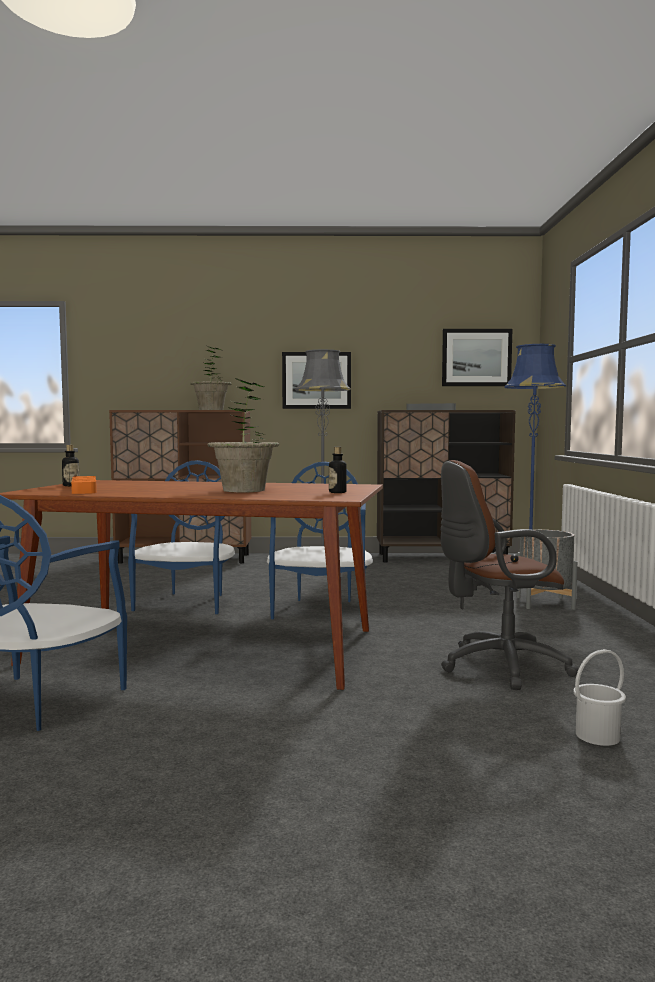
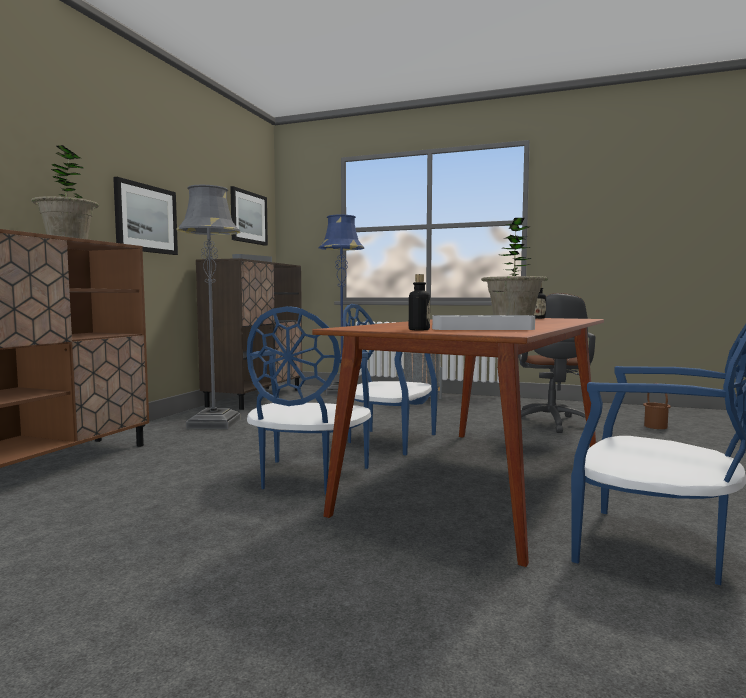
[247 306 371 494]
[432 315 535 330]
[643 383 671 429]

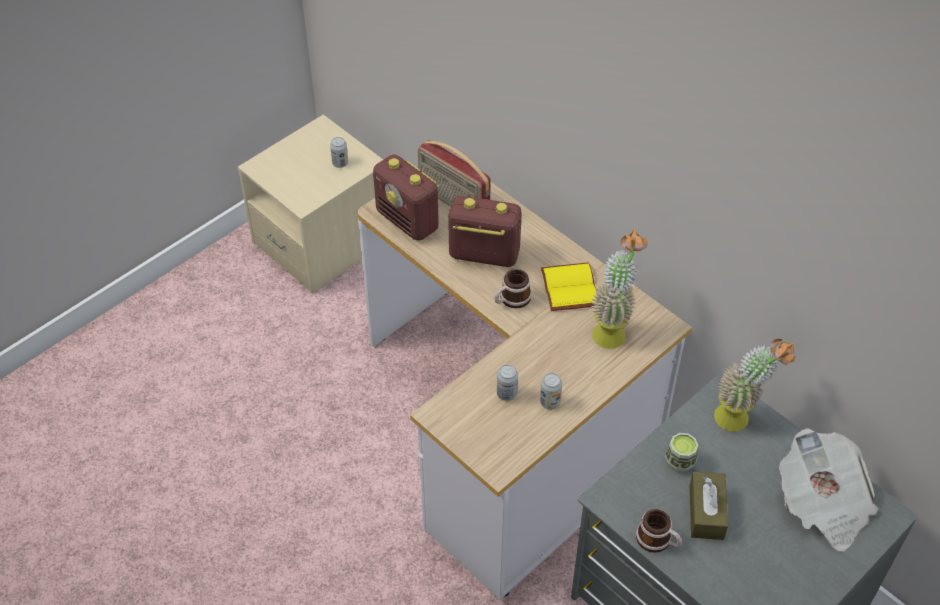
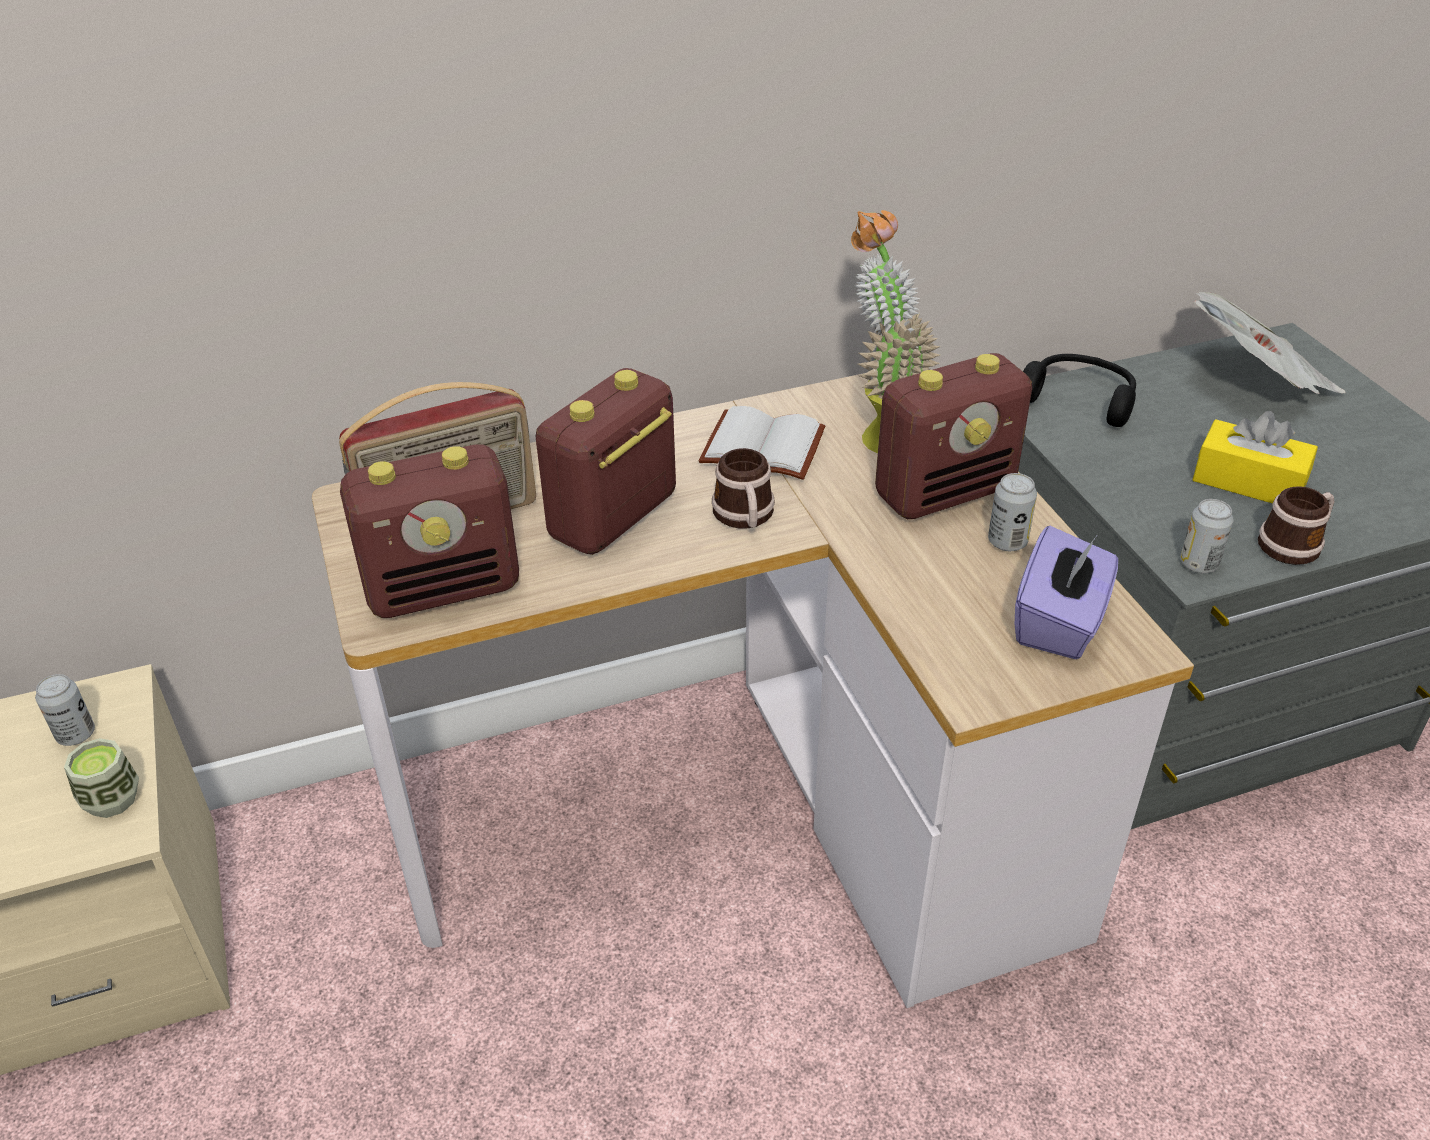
[698 406 825 480]
[1023 354 1136 427]
[1180 499 1234 573]
[64 738 139 818]
[1193 411 1318 504]
[875 353 1032 519]
[1015 526 1118 659]

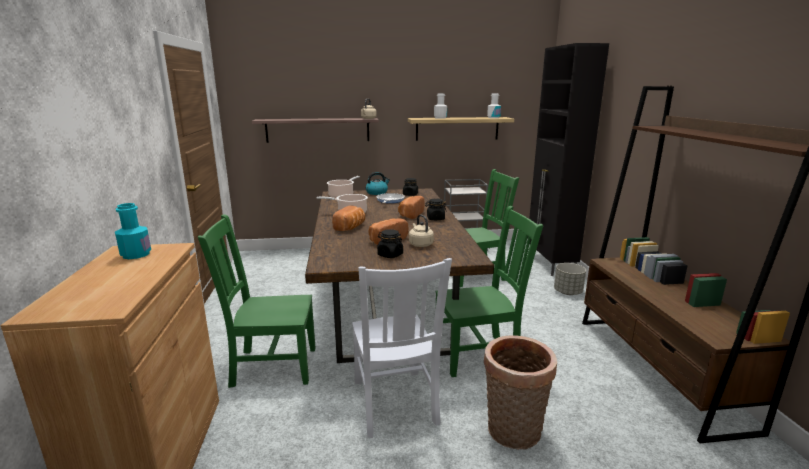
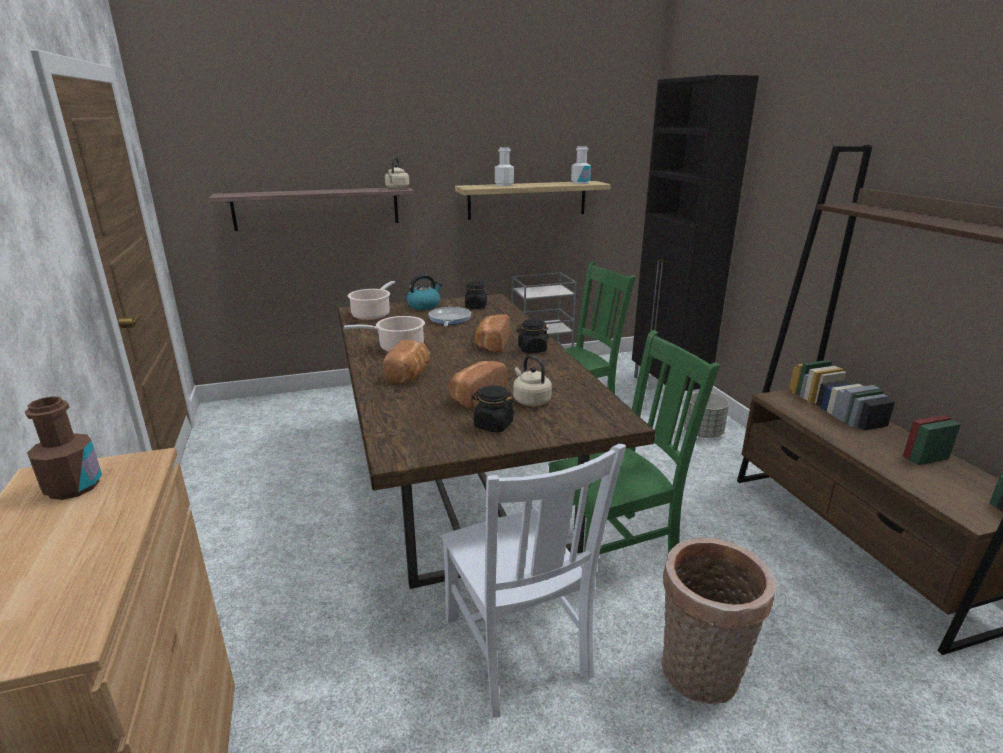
[25 396 102 500]
[198 214 316 388] (first image)

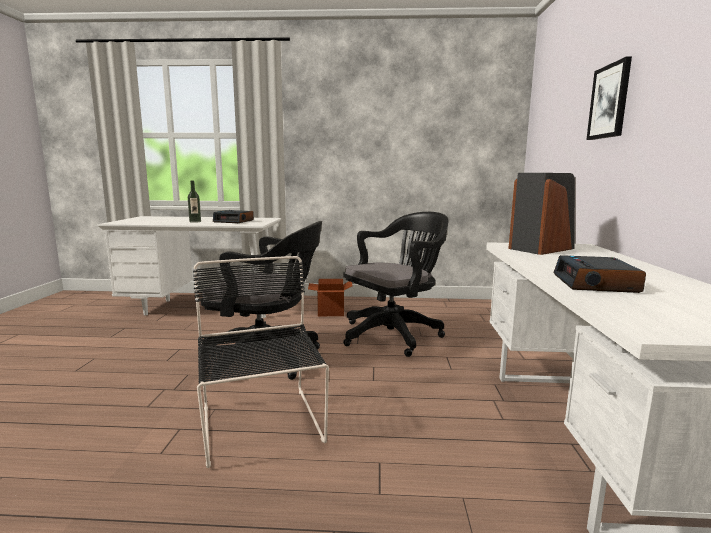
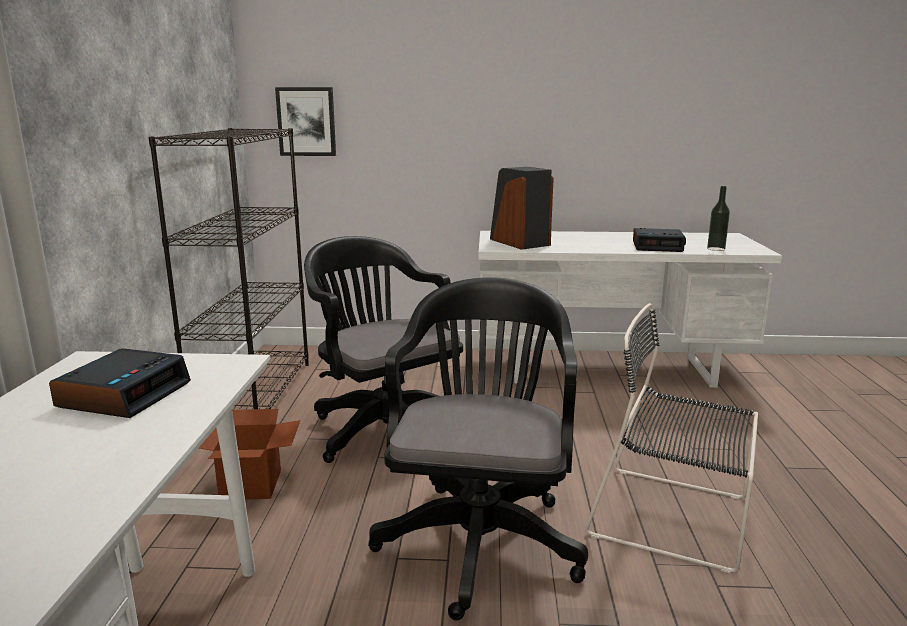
[275 87 336 156]
[707 186 730 251]
[585 303 758 573]
[149 128 309 410]

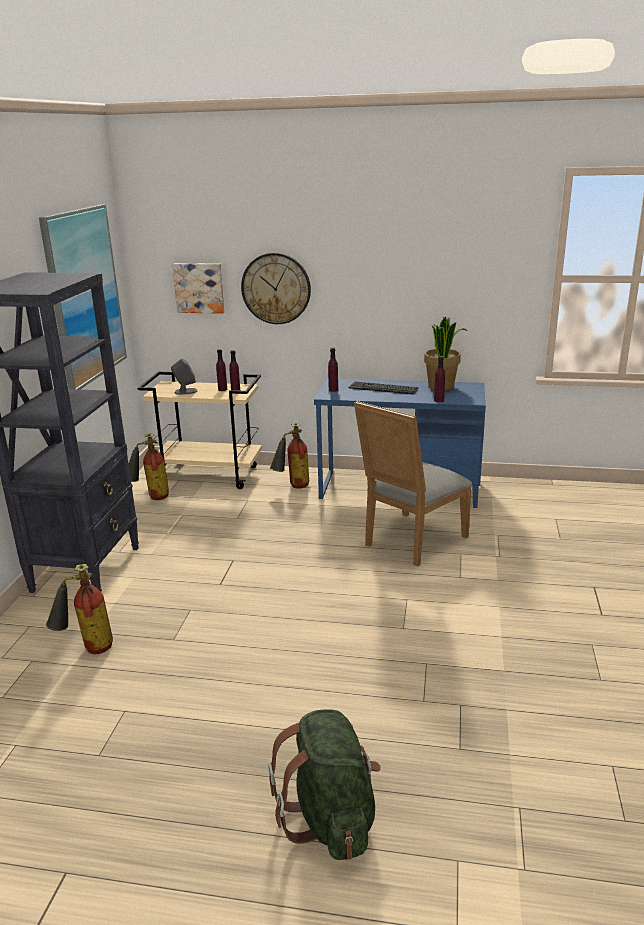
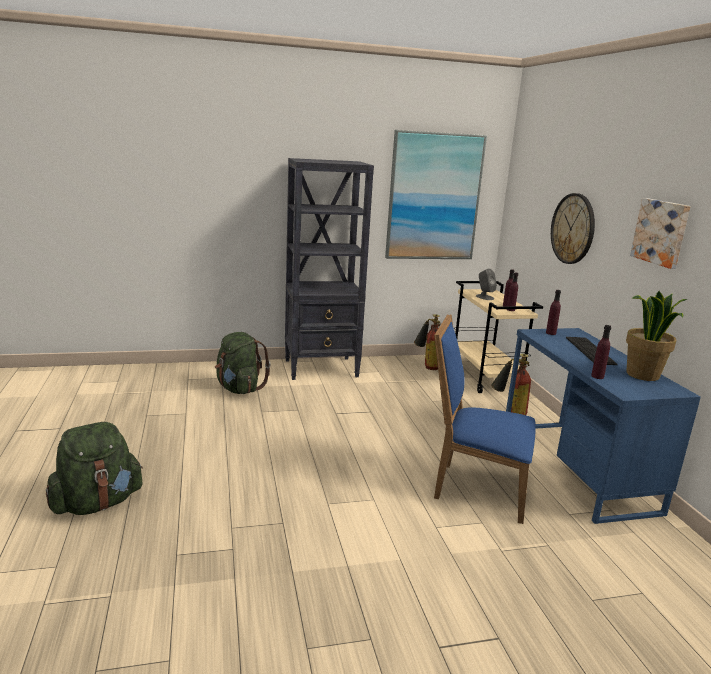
[630 198 691 269]
[434 314 536 524]
[215 332 270 394]

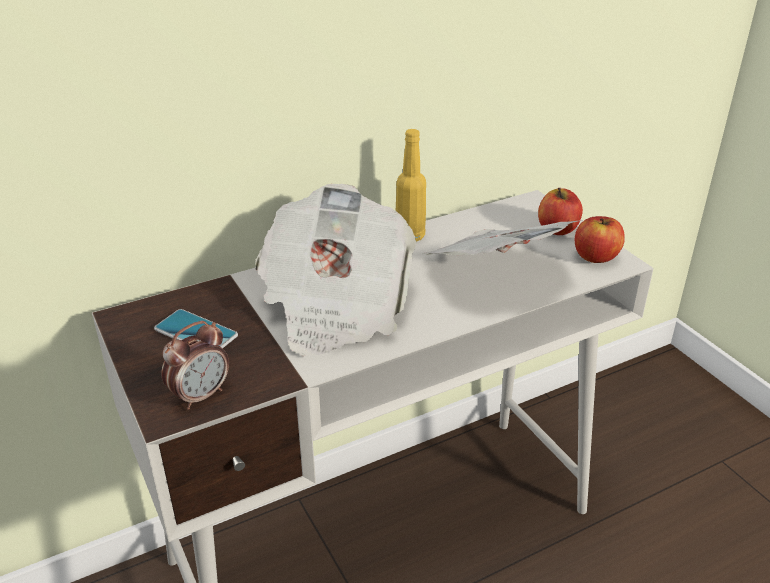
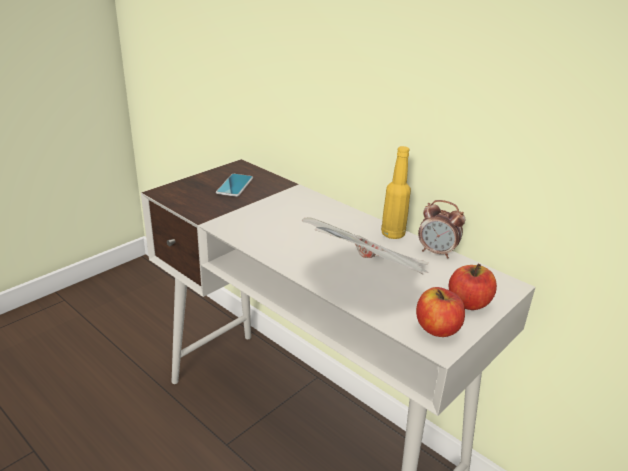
[255 184 416 356] (first image)
[418 200 465 259]

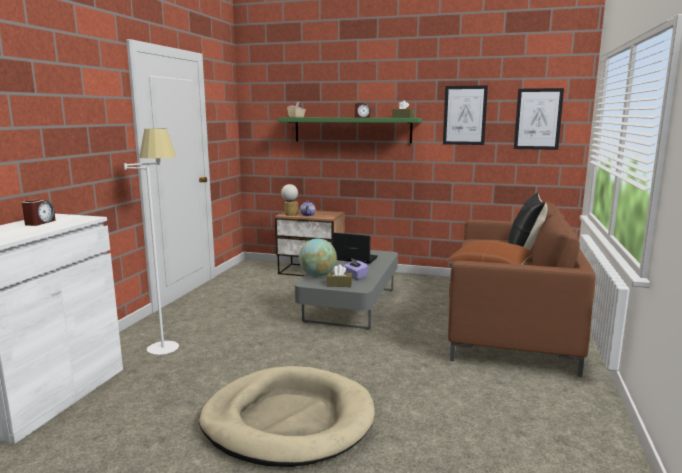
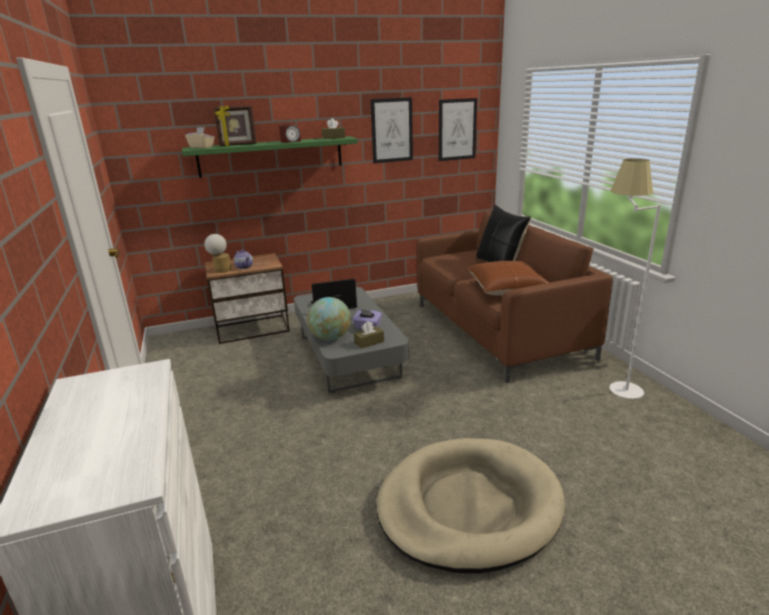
[610 158 661 399]
[22 199 56 226] (first image)
[214 105 256 146]

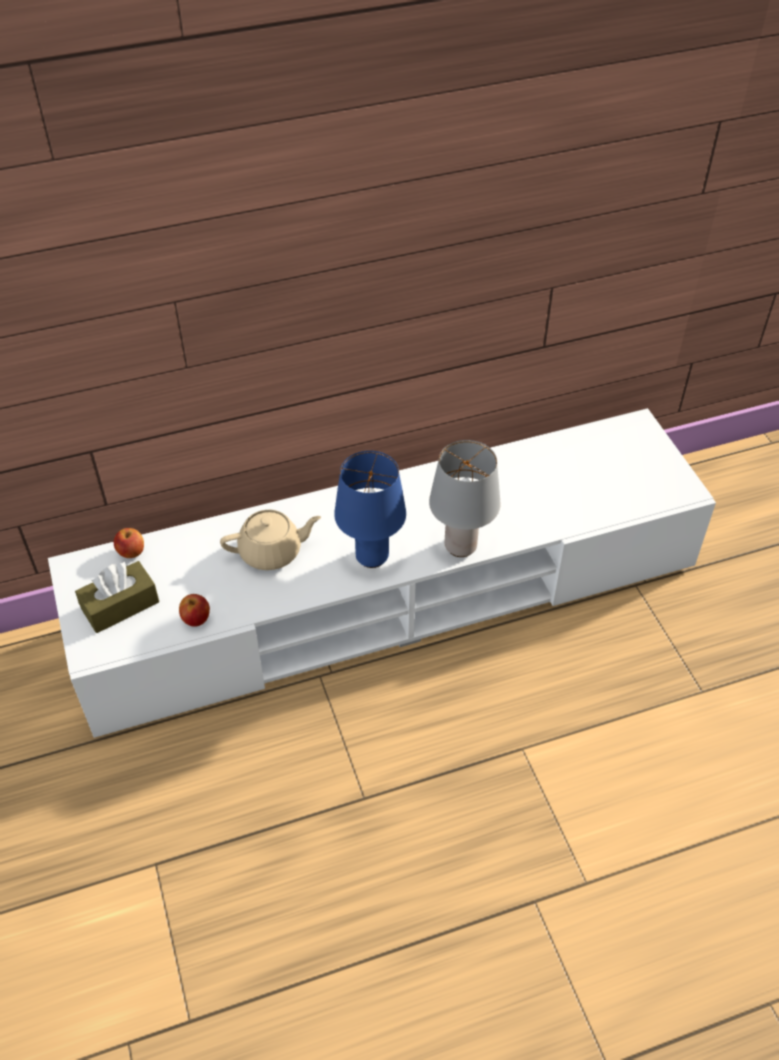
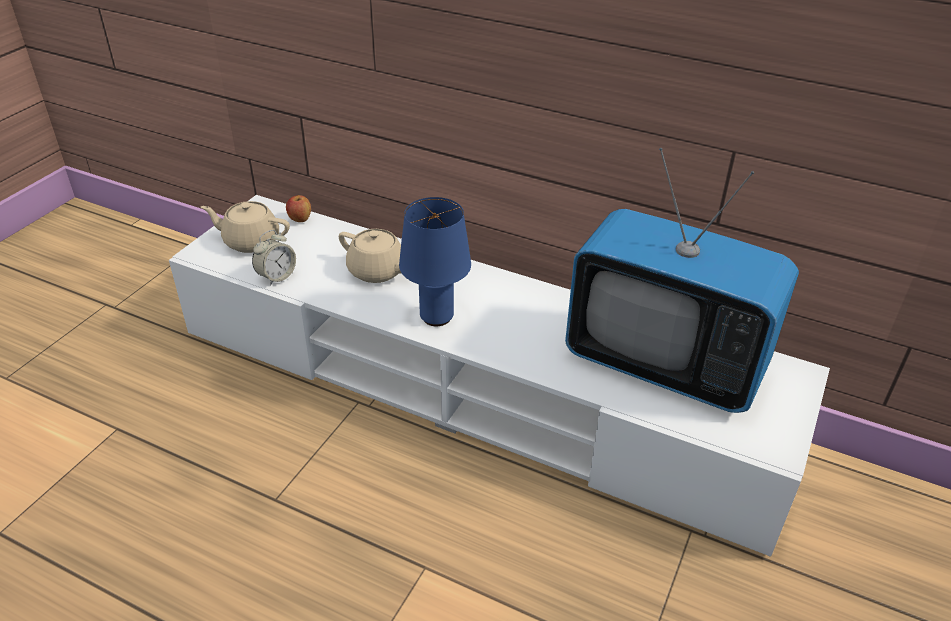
[429 440 501 557] (first image)
[201 201 290 253]
[252 230 296 286]
[565 148 799 413]

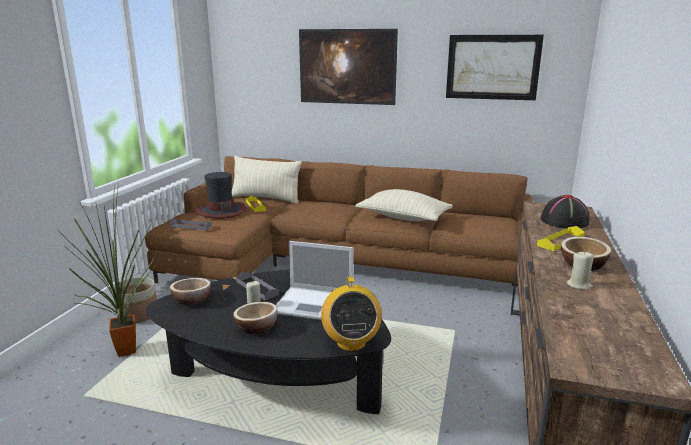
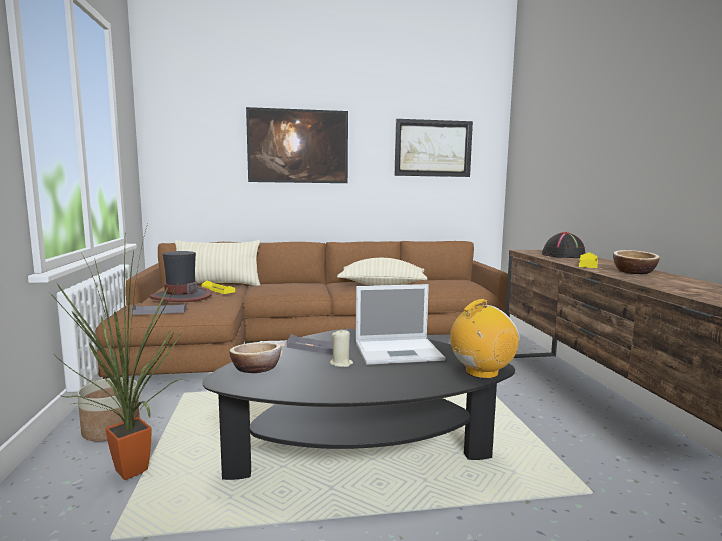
[567 252 594 290] (first image)
[450 299 519 379]
[233 302 278 334] (first image)

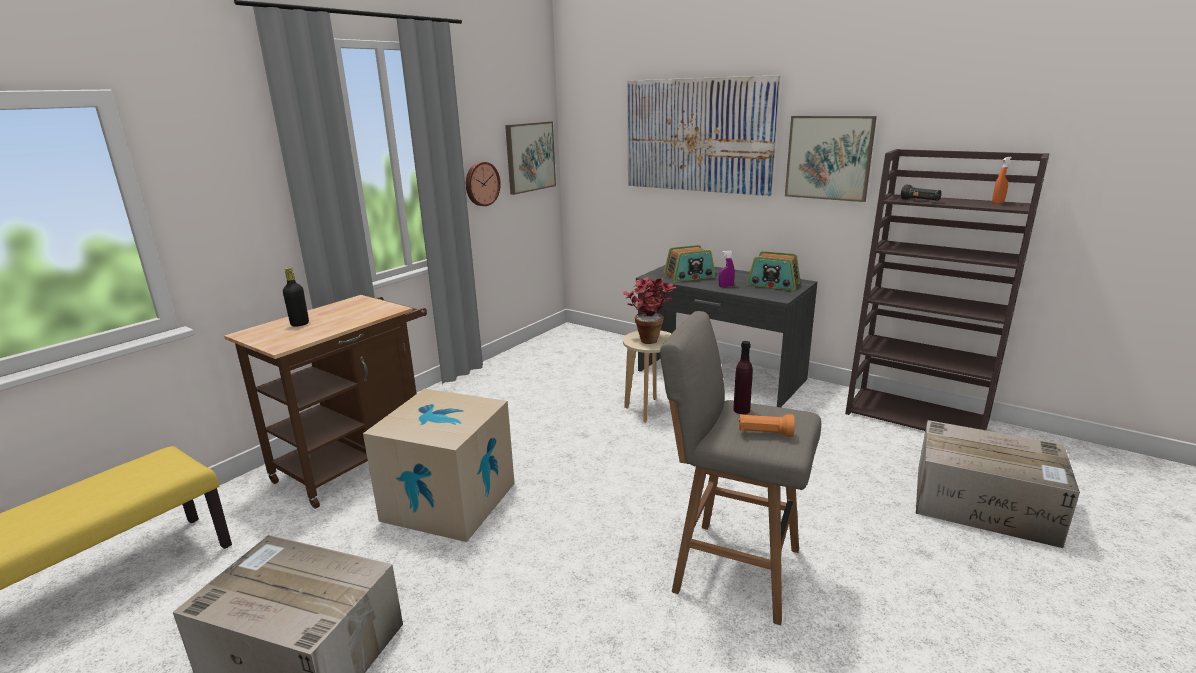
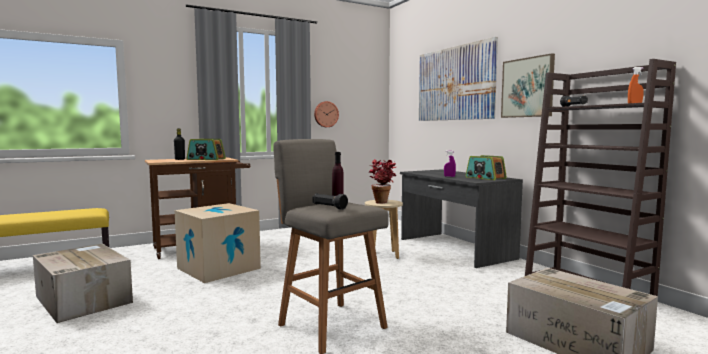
[505 121 556 195] (first image)
[187 139 226 160]
[313 193 348 210]

